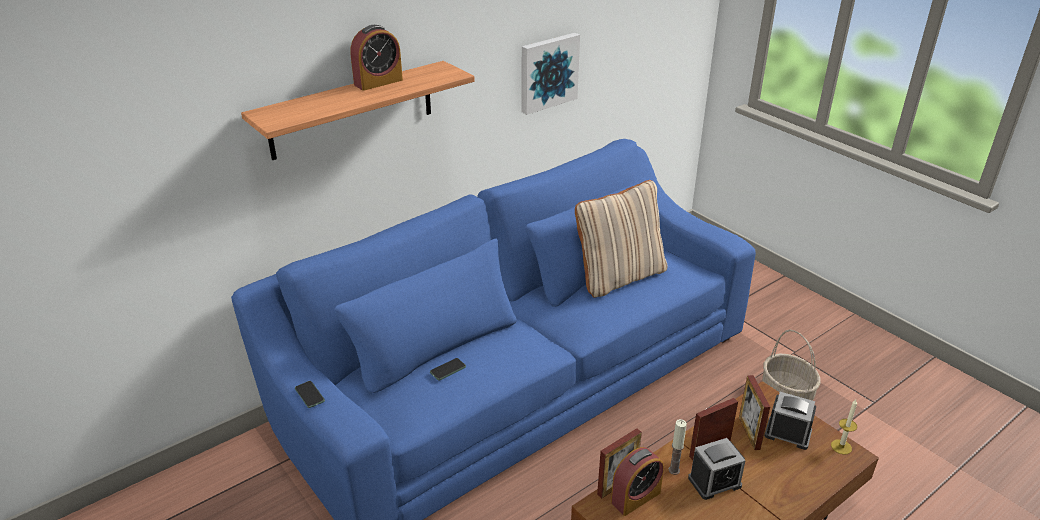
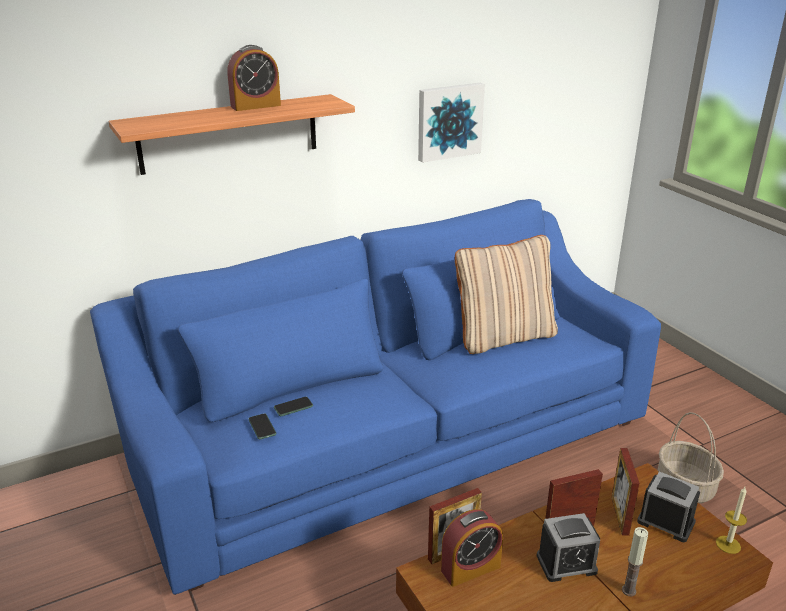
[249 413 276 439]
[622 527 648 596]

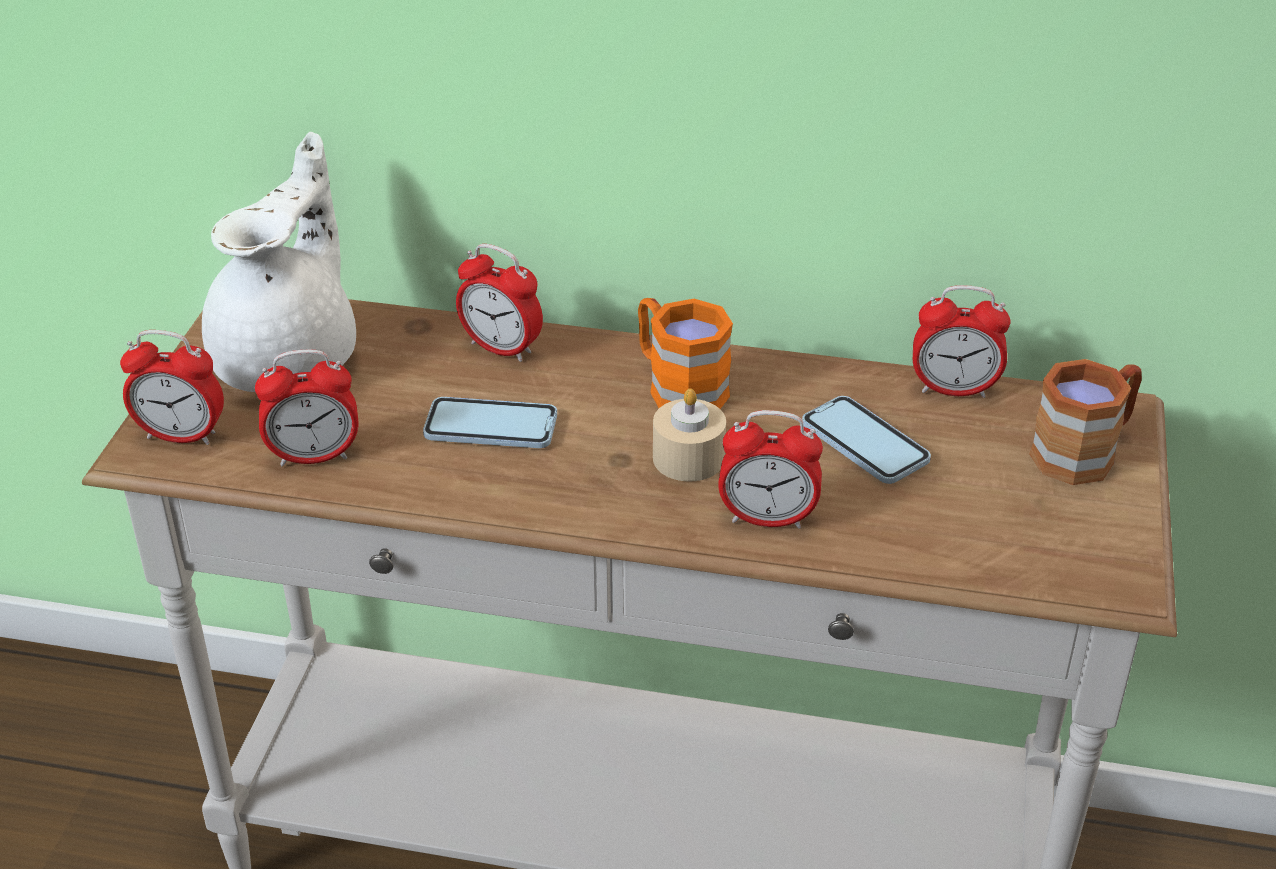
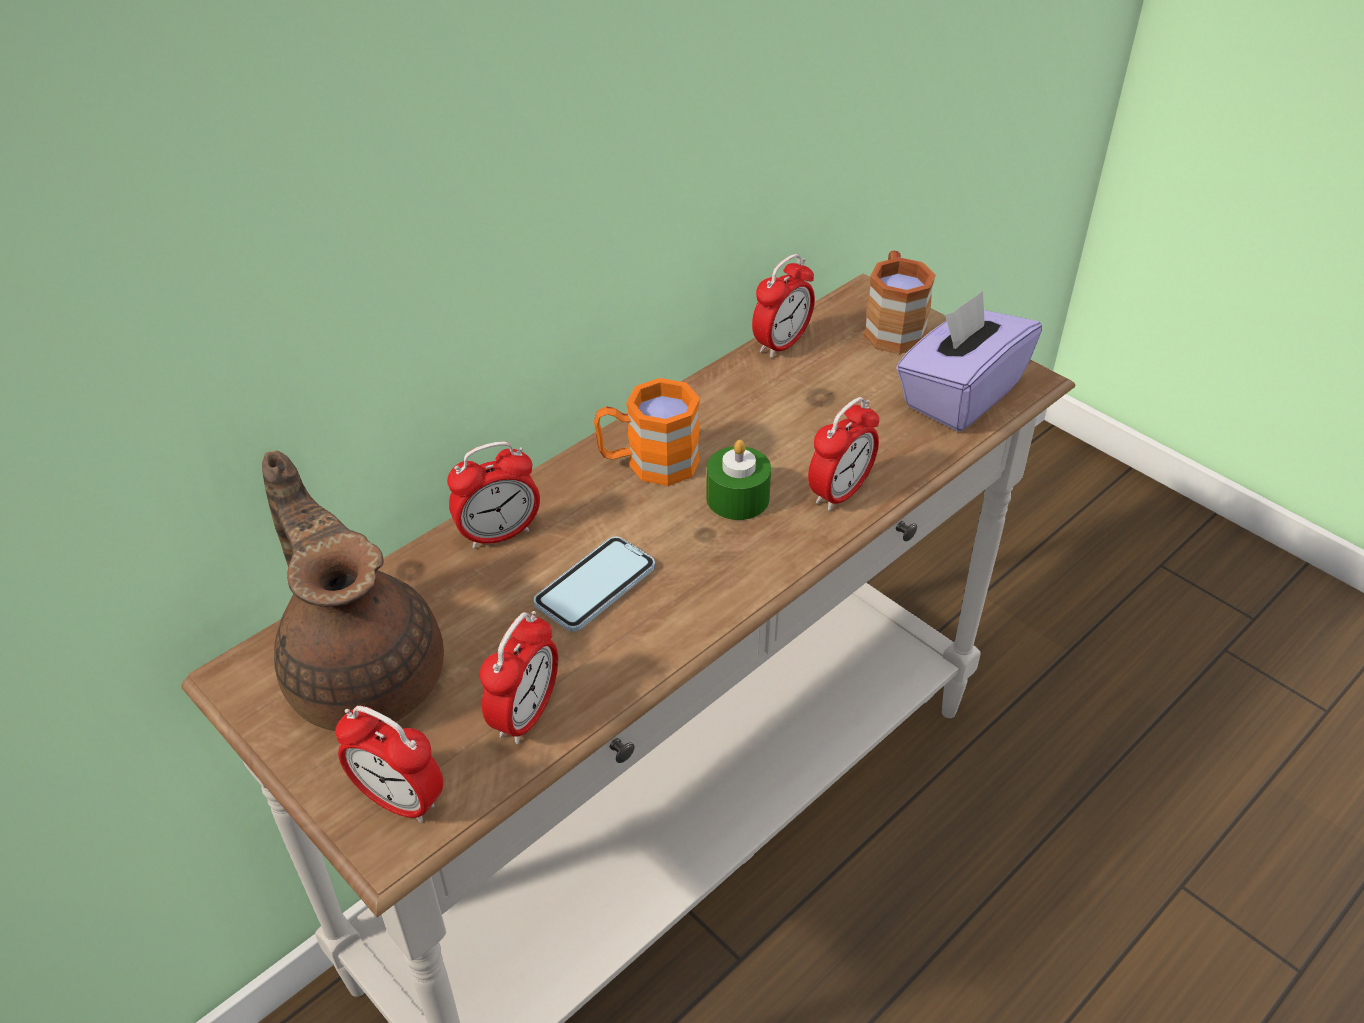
[262 451 444 731]
[335 706 443 823]
[706 440 771 520]
[802 396 931 484] (first image)
[896 290 1042 432]

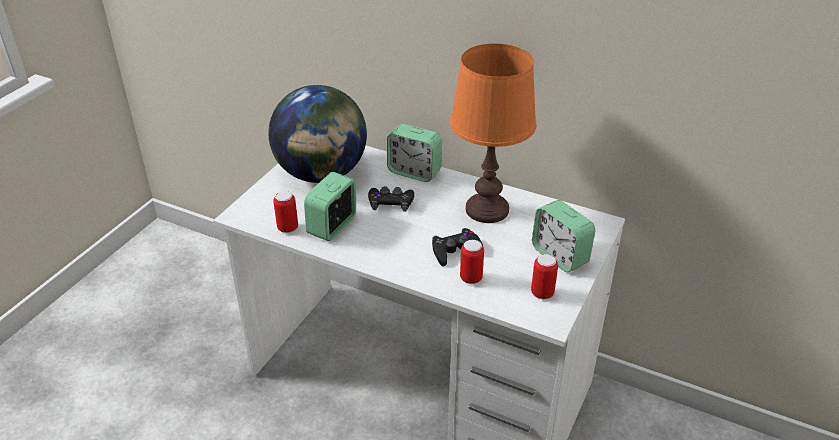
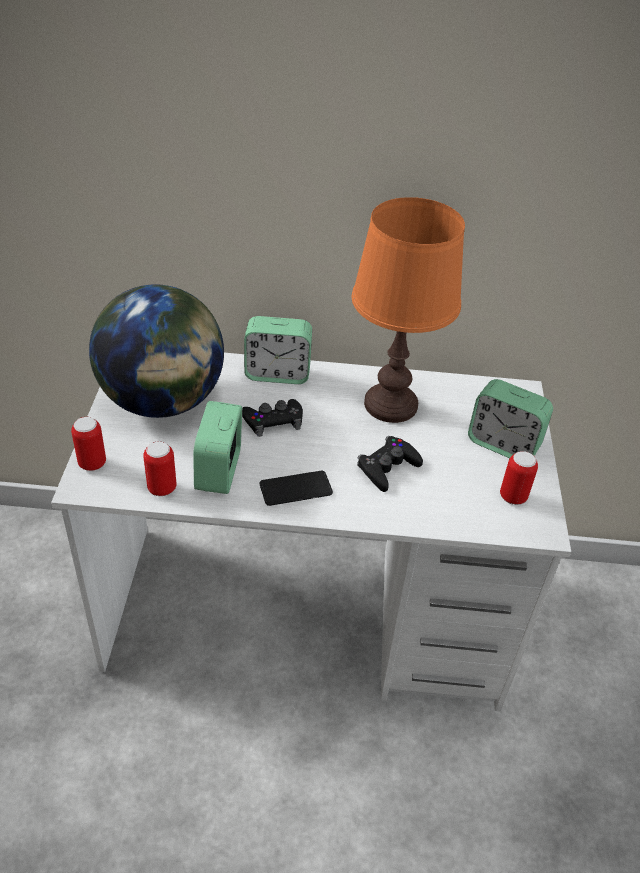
[71 417 106 471]
[259 471 333 506]

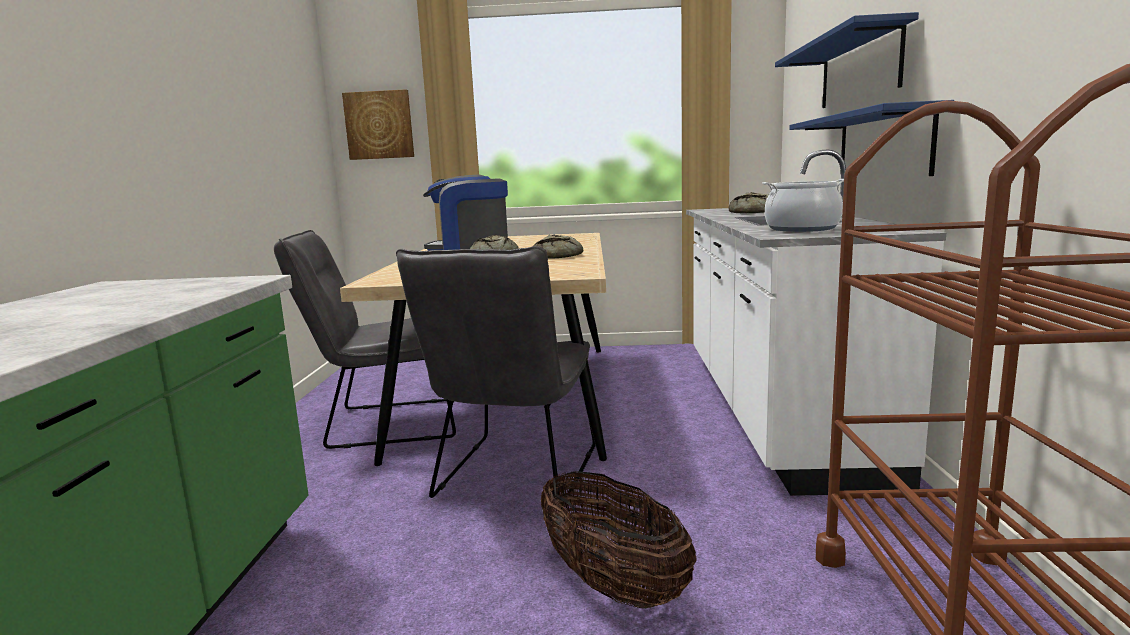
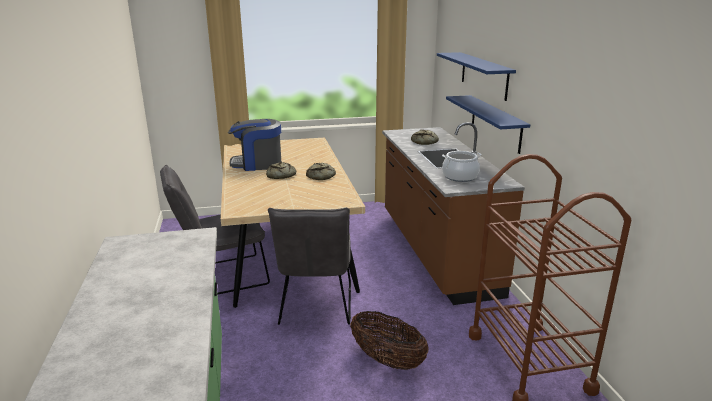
[342 89 414 160] (first image)
[382 122 525 305]

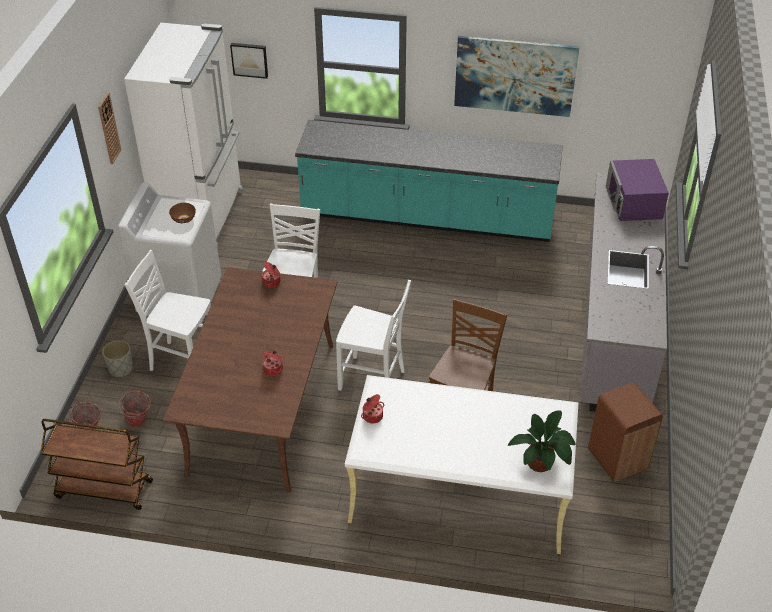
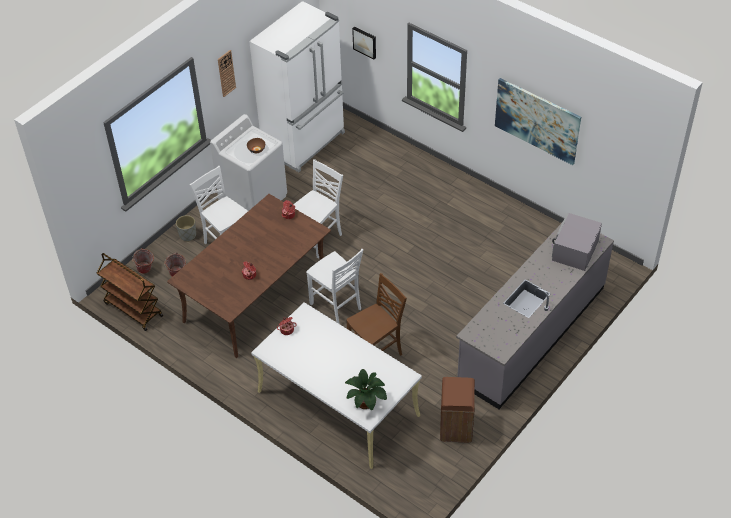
[295 120 563 242] (first image)
[552 212 602 271]

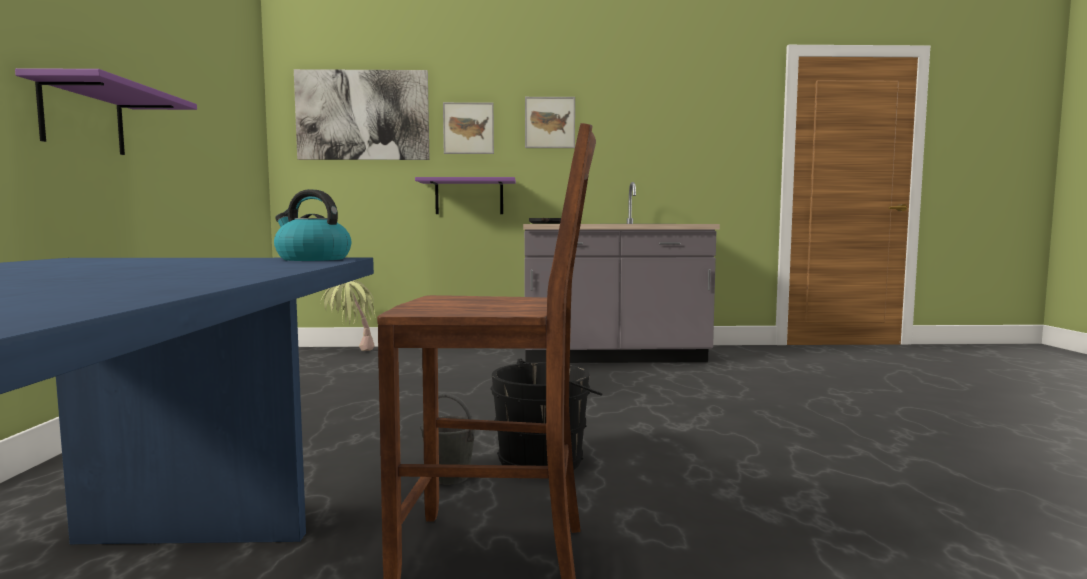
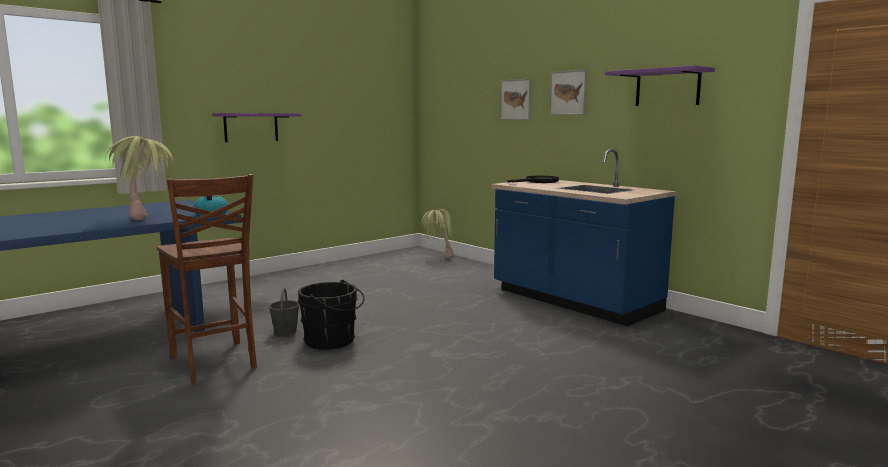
[294 69 429 160] (first image)
[605 65 715 106]
[491 149 677 326]
[105 136 175 220]

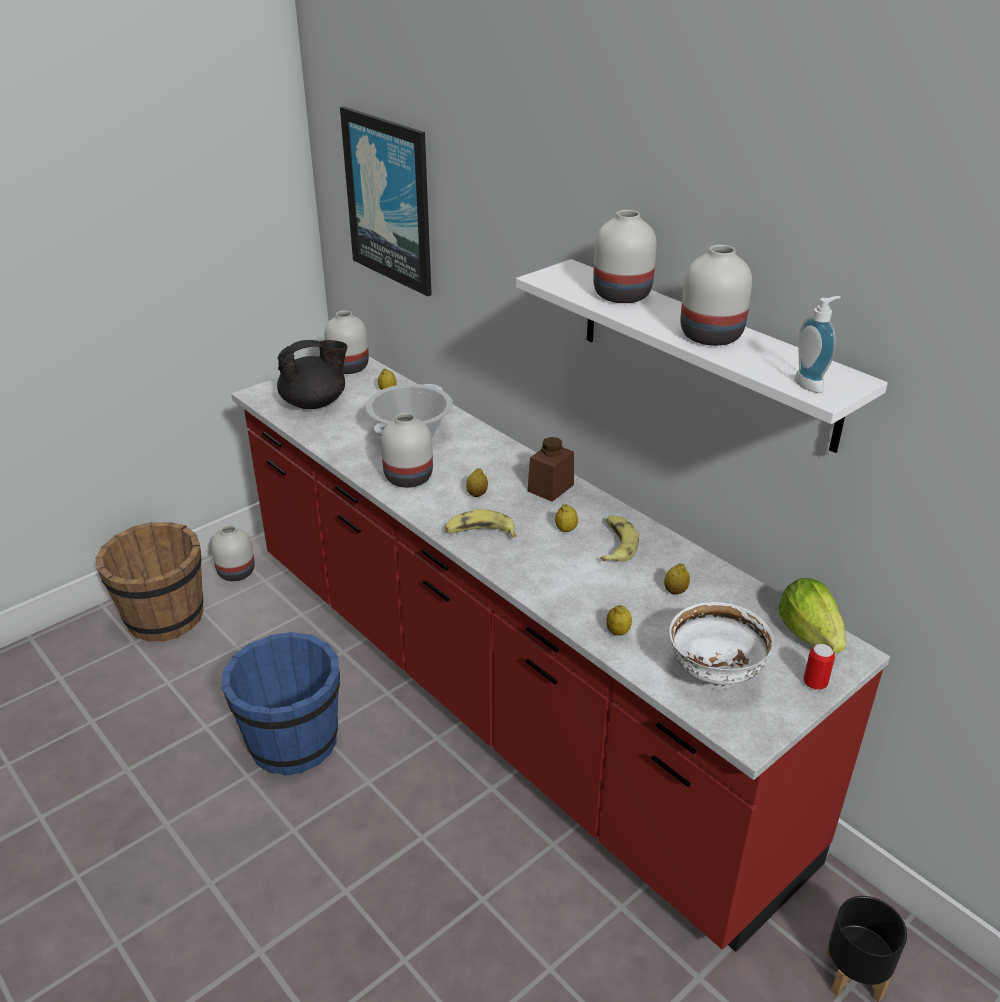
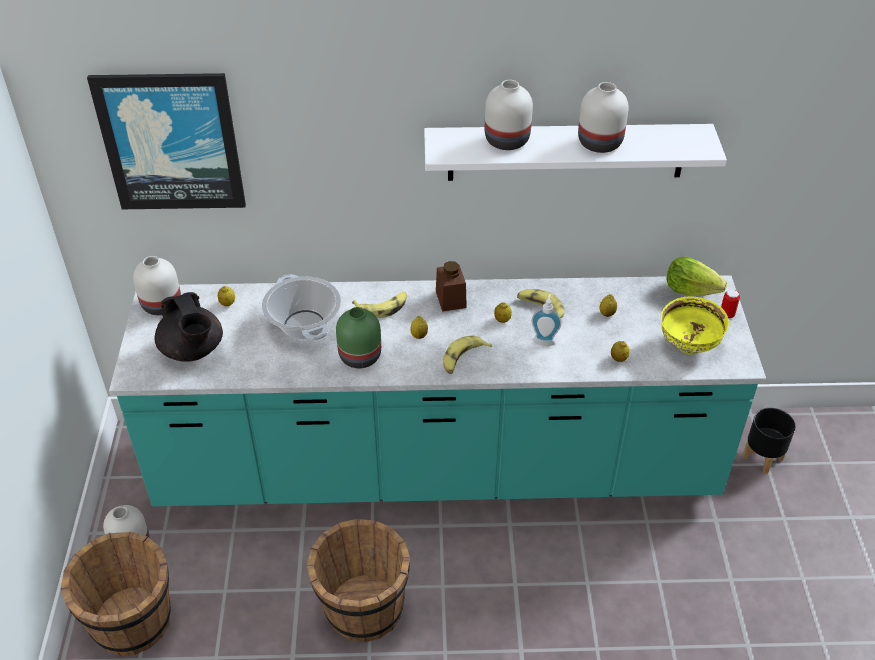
[531 294 562 346]
[155 292 223 362]
[109 275 766 506]
[336 307 381 368]
[661 296 729 354]
[307 519 410 642]
[352 292 407 318]

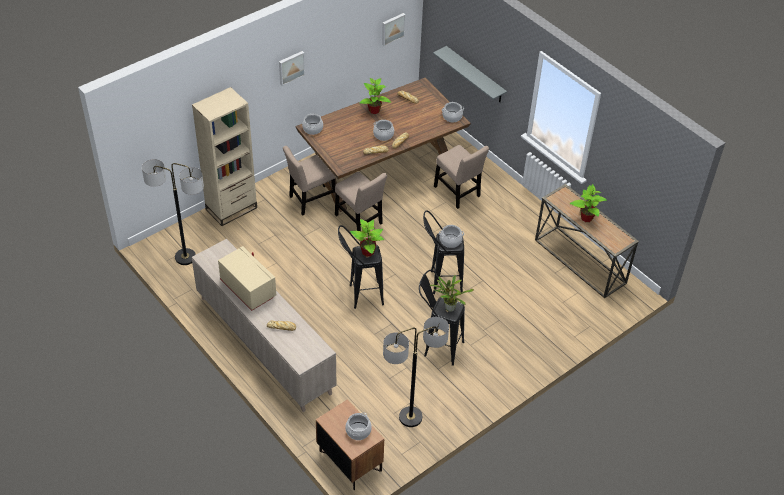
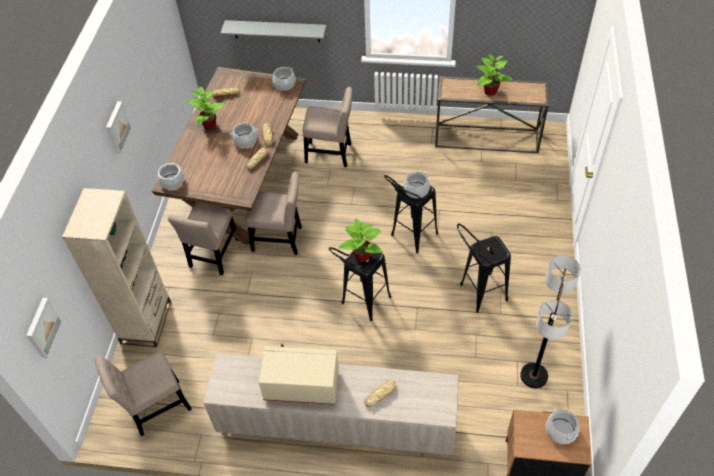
[26 298 63 358]
[95 351 192 436]
[430 275 474 312] (first image)

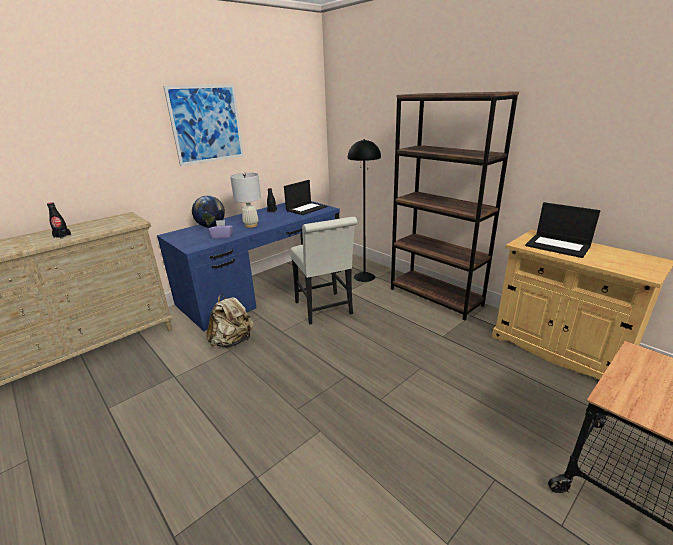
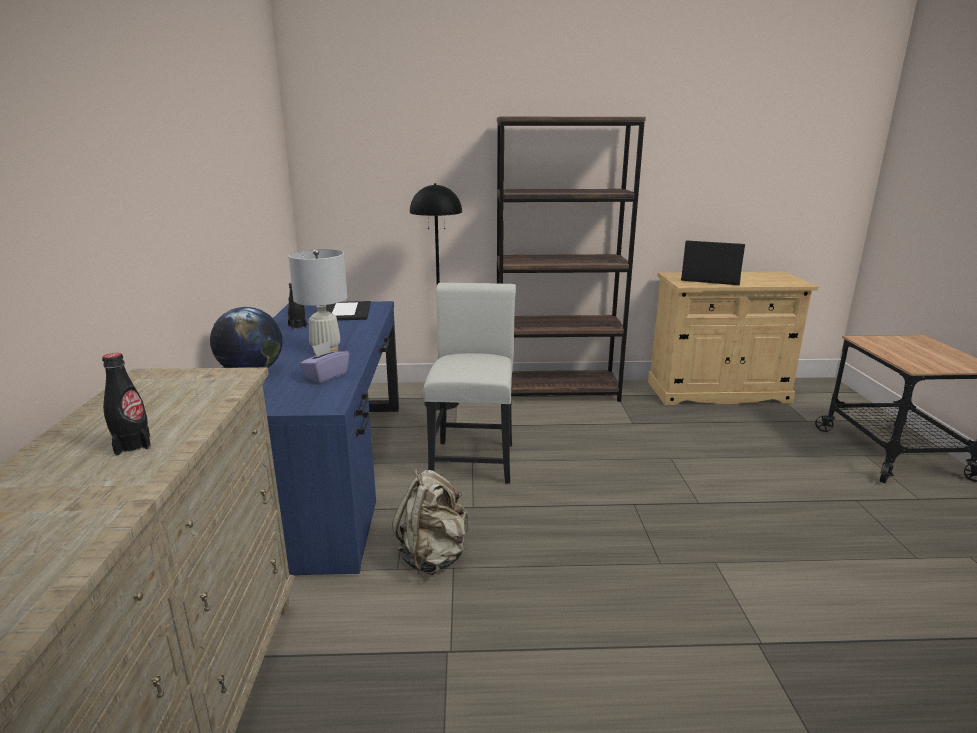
[163 84 244 166] (first image)
[681 240 745 285]
[423 283 516 484]

